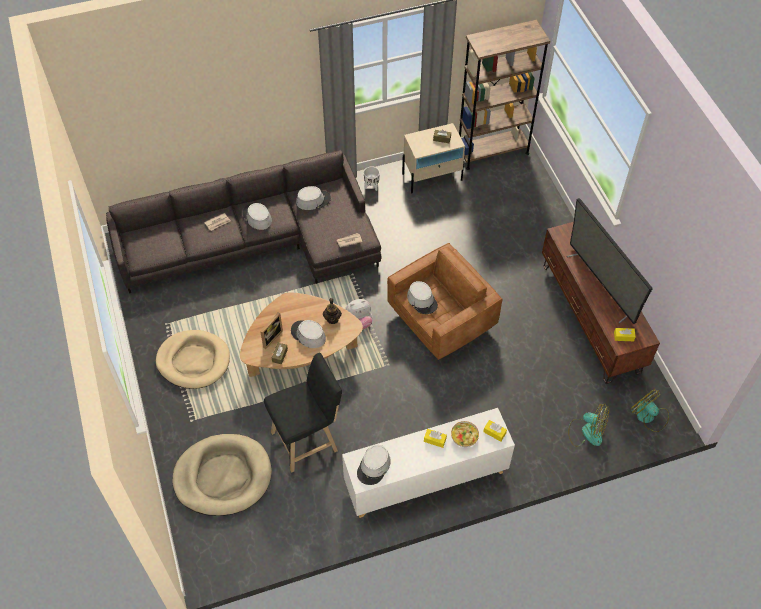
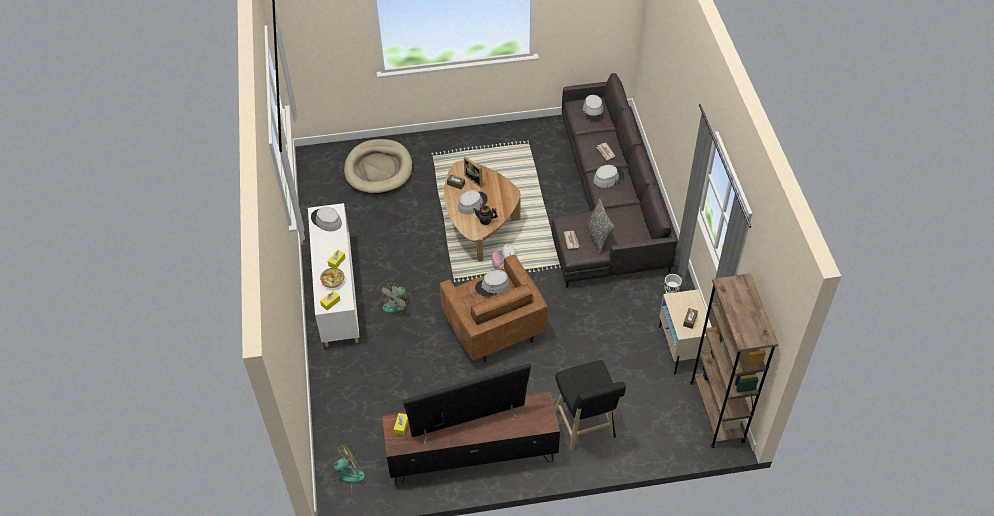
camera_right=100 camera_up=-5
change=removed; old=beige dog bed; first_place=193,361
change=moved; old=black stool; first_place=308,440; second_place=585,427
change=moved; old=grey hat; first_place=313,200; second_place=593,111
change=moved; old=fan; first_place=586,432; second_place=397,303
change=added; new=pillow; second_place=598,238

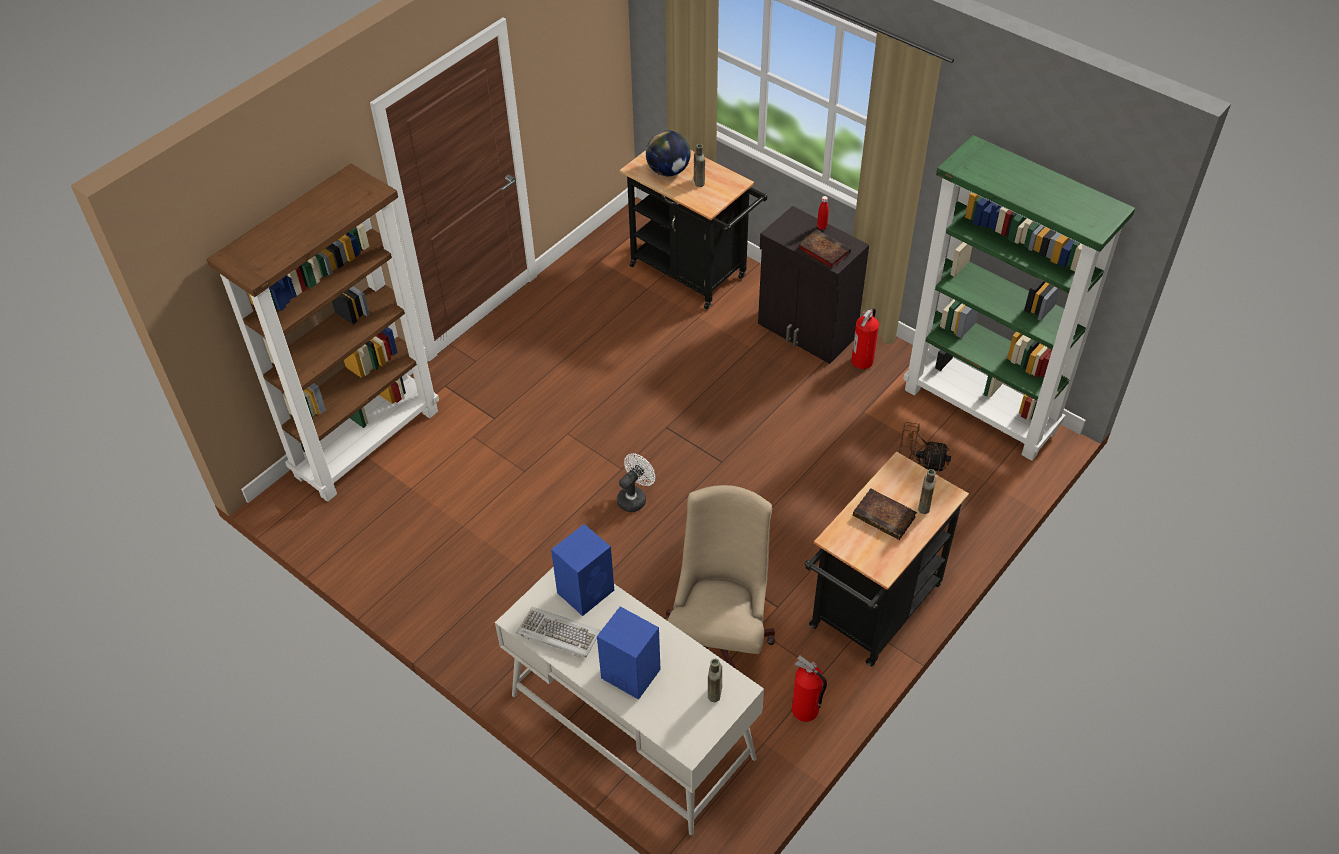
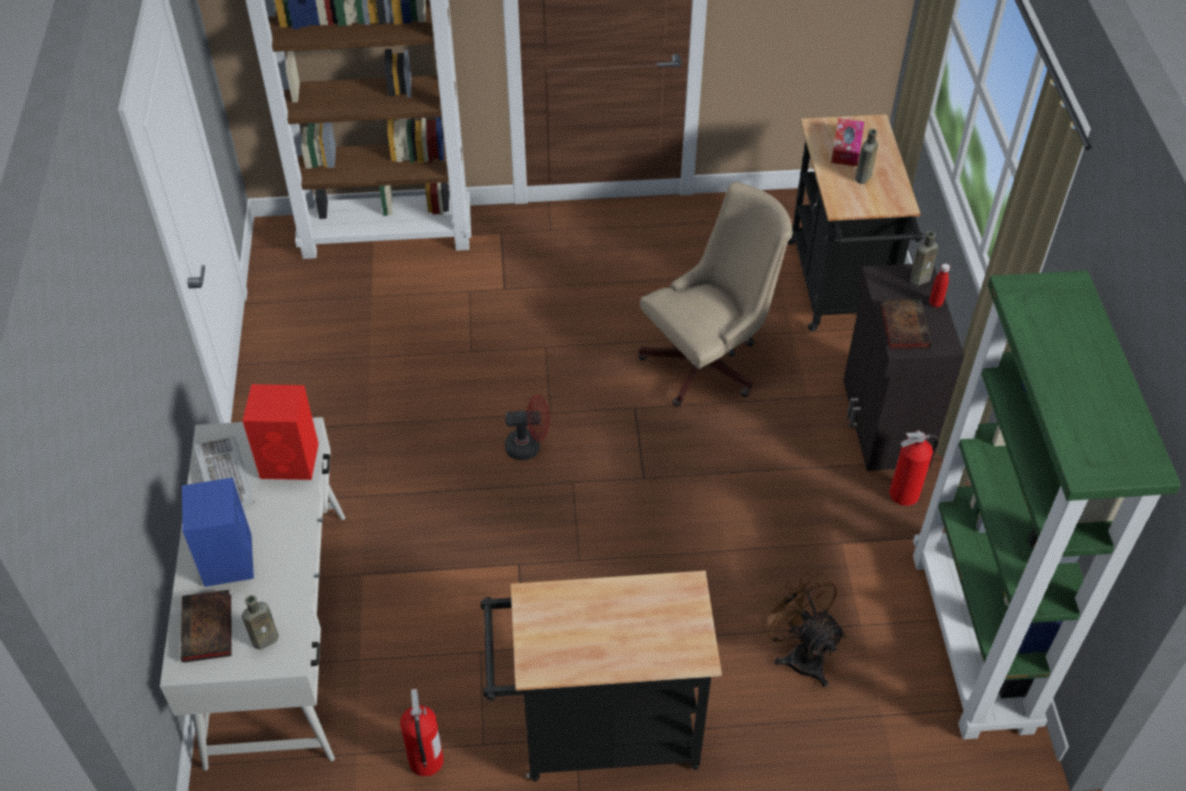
camera_right=45 camera_up=0
change=recoloured; old=blue speaker; new=red speaker; first_place=586,590; second_place=291,461
change=recoloured; old=white fan; new=red fan; first_place=634,497; second_place=529,446
change=replaced; old=globe; new=tissue box; first_place=668,171; second_place=846,148
change=moved; old=beige office chair; first_place=719,637; second_place=708,362
change=moved; old=book; first_place=885,517; second_place=208,630
change=moved; old=brown bottle; first_place=924,505; second_place=921,279

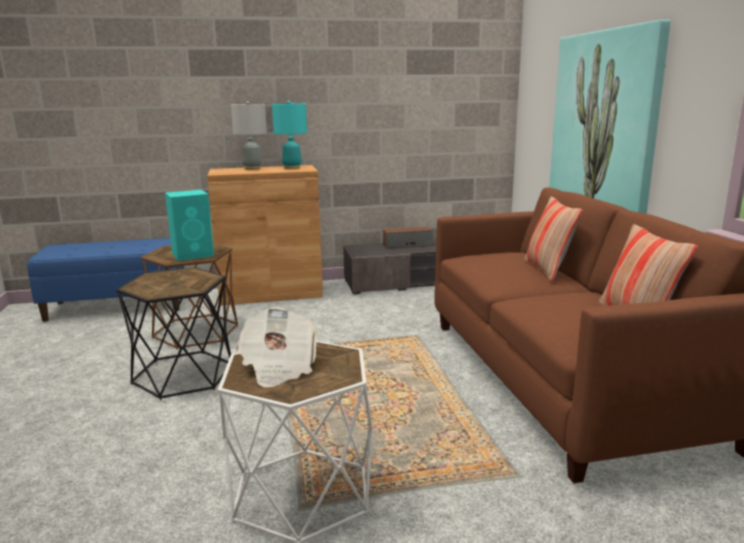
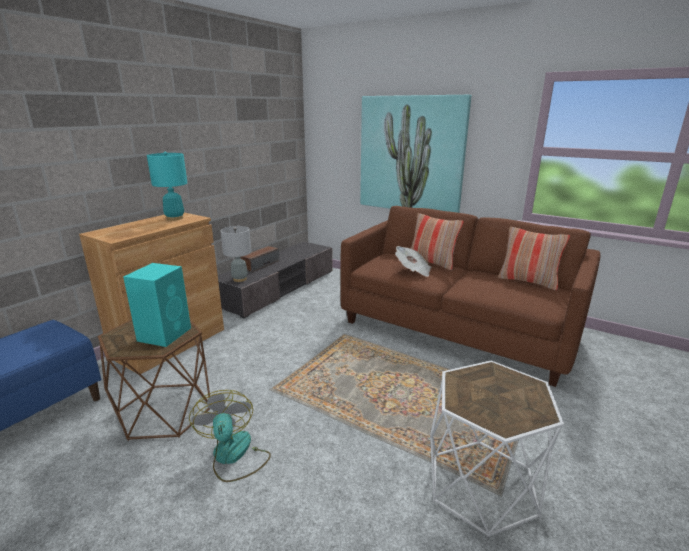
camera_right=-45 camera_up=5
change=replaced; old=black side table; new=fan; first_place=183,374; second_place=234,456
change=moved; old=grey table lamp; first_place=252,169; second_place=239,279
change=moved; old=newspaper; first_place=278,367; second_place=413,271

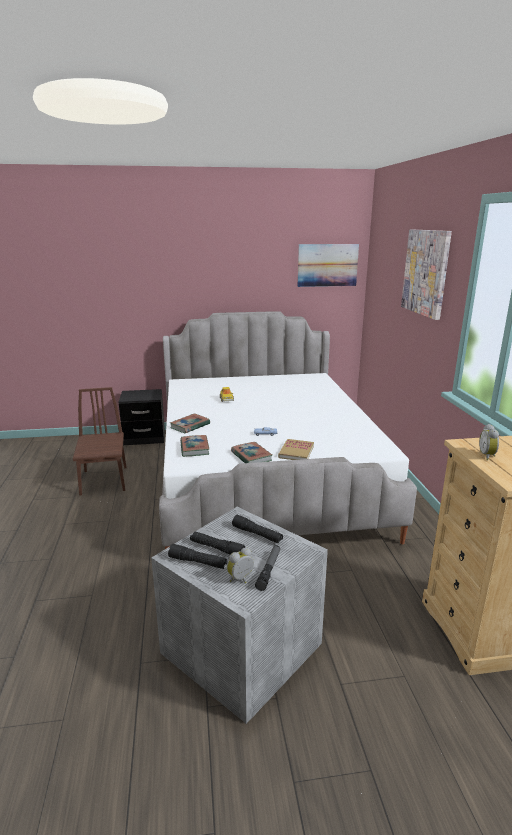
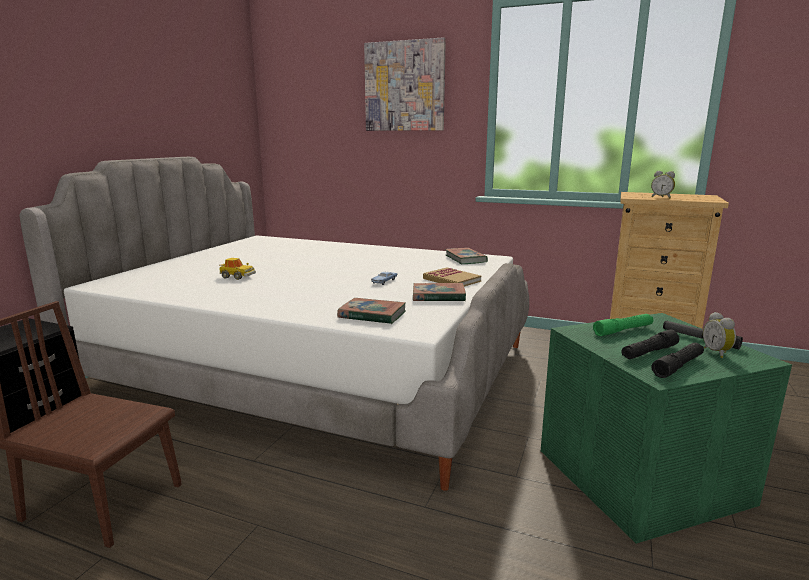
camera_right=-60 camera_up=-5
change=recoloured; old=grey storage box; new=green storage box; first_place=241,650; second_place=645,477
change=moved; old=book; first_place=190,426; second_place=465,259
change=recoloured; old=black flashlight; new=green flashlight; first_place=257,534; second_place=623,330
change=removed; old=picture; first_place=327,265

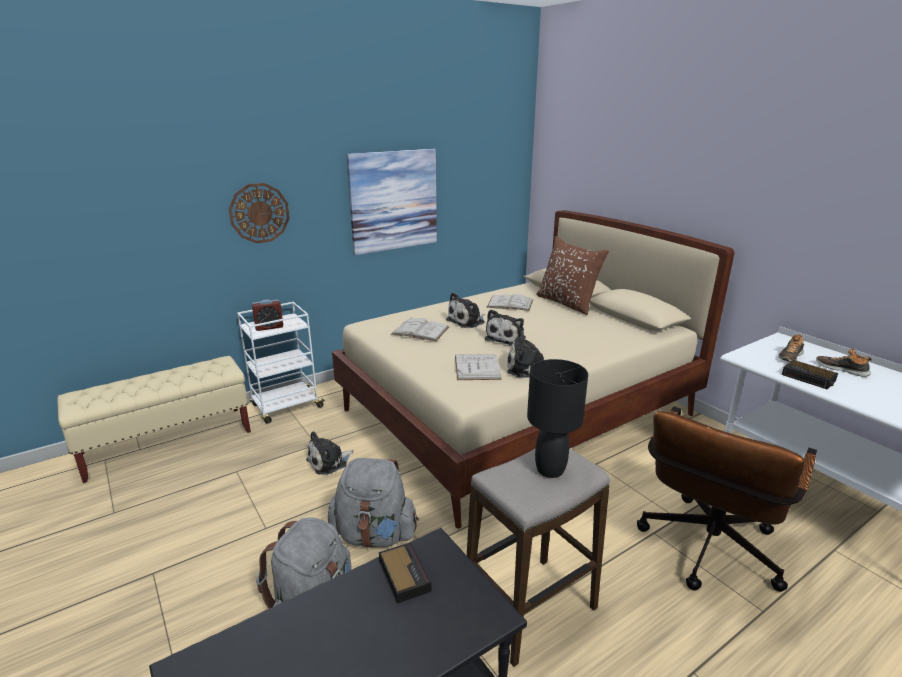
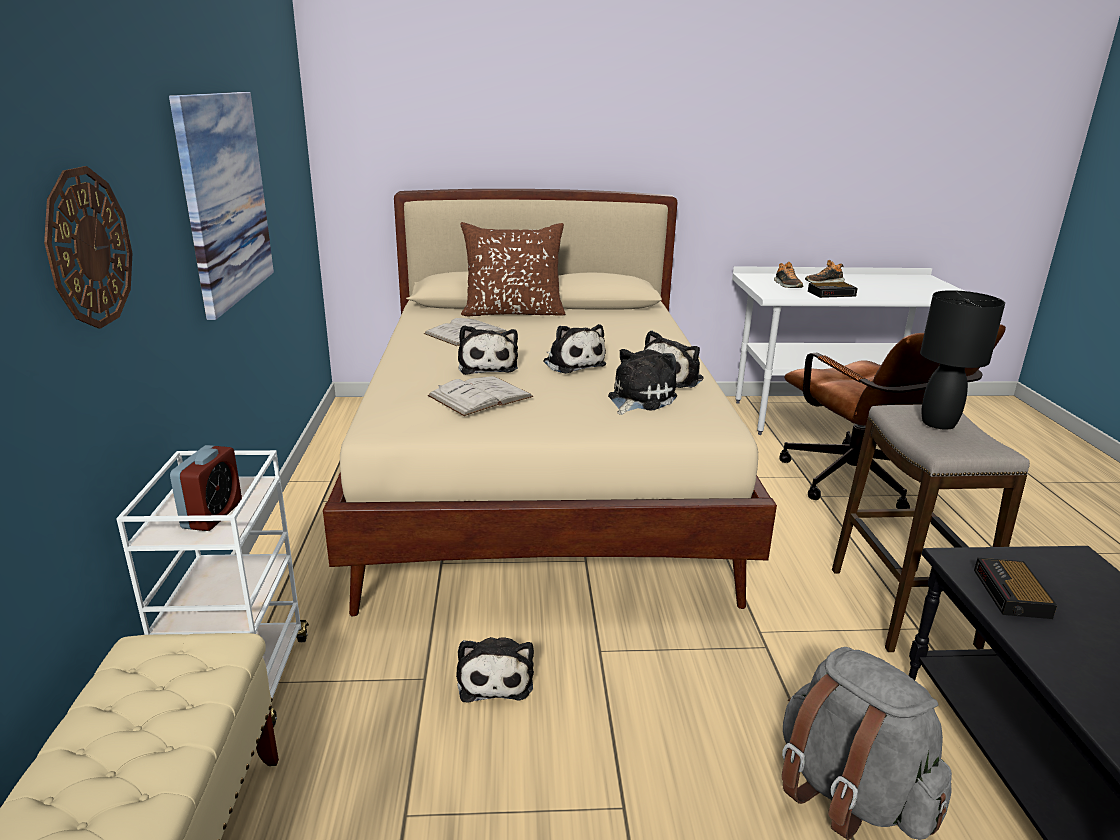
camera_right=-60 camera_up=0
change=removed; old=grey backpack; first_place=374,535
change=turned; old=alarm clock; first_place=404,574; second_place=1012,594; degrees=-90
change=replaced; old=white book; new=plush toy; first_place=477,367; second_place=639,399

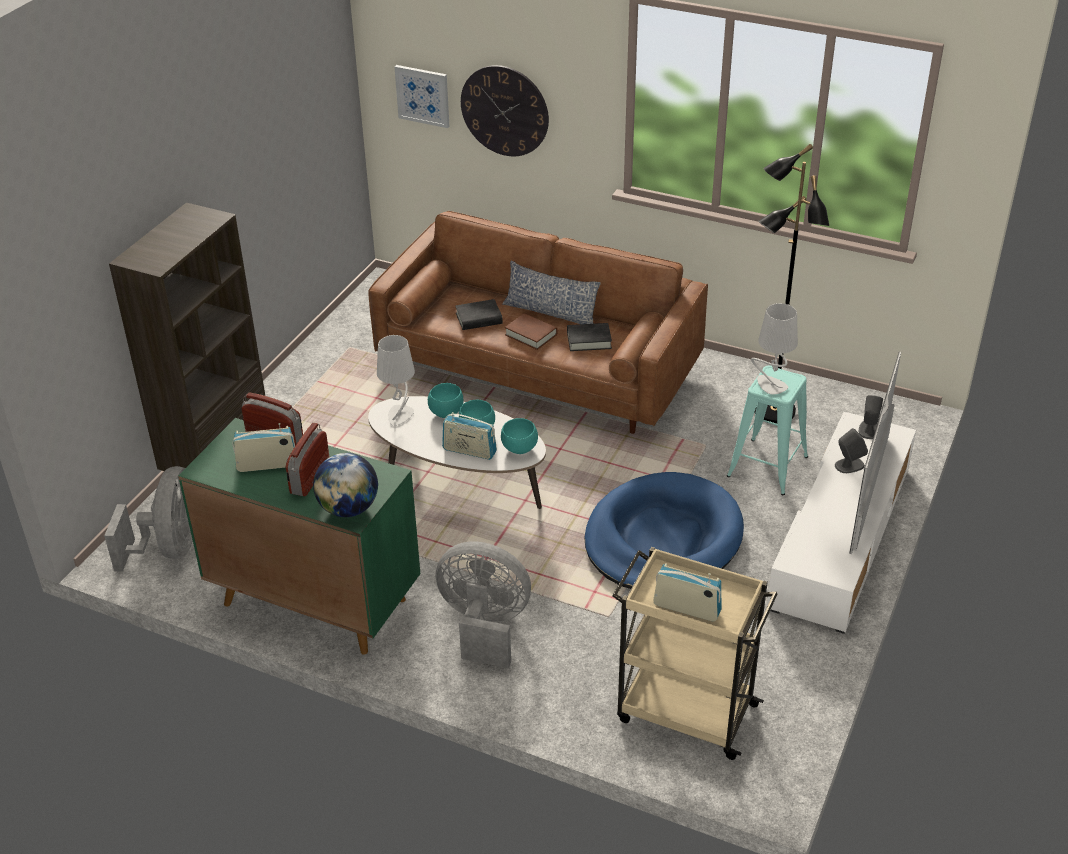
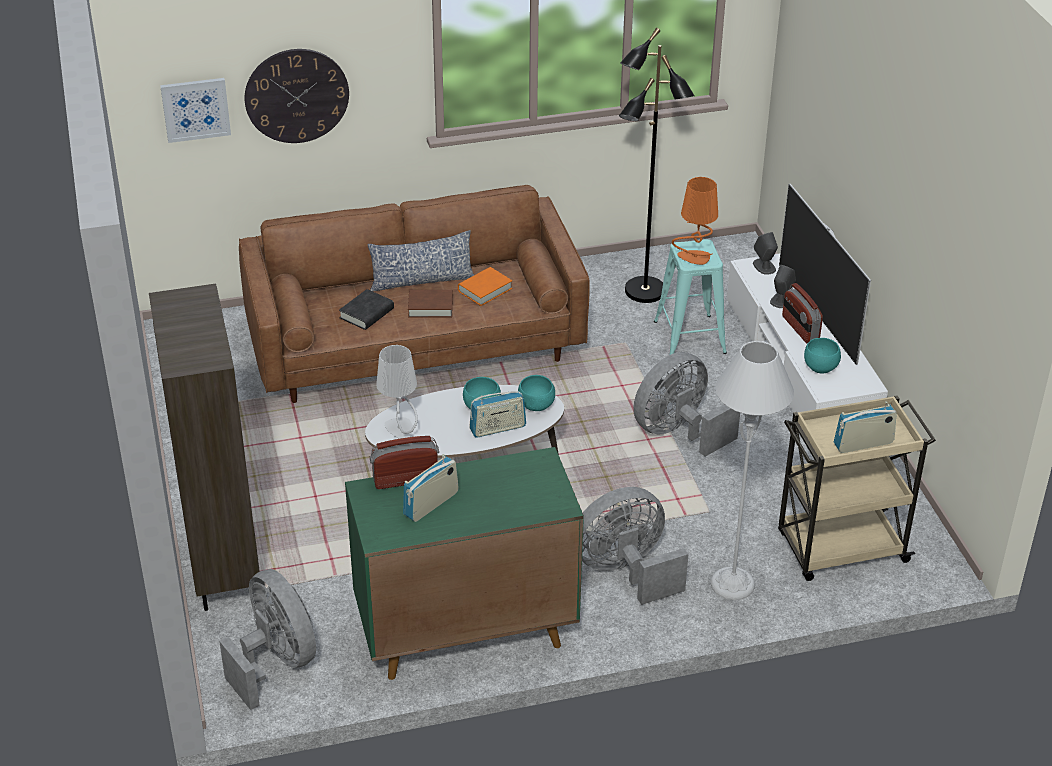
camera_right=-40 camera_up=0
change=moved; old=radio; first_place=309,476; second_place=800,329
change=removed; old=globe; first_place=348,508
change=moved; old=turquoise bowl; first_place=445,412; second_place=819,368
change=recoloured; old=black book; new=orange book; first_place=589,340; second_place=485,290
change=replaced; old=blue dog bed; new=grey fan; first_place=663,539; second_place=678,432
change=recoloured; old=grey table lamp; new=orange table lamp; first_place=770,385; second_place=694,258
change=added; new=grey floor lamp; second_place=732,584

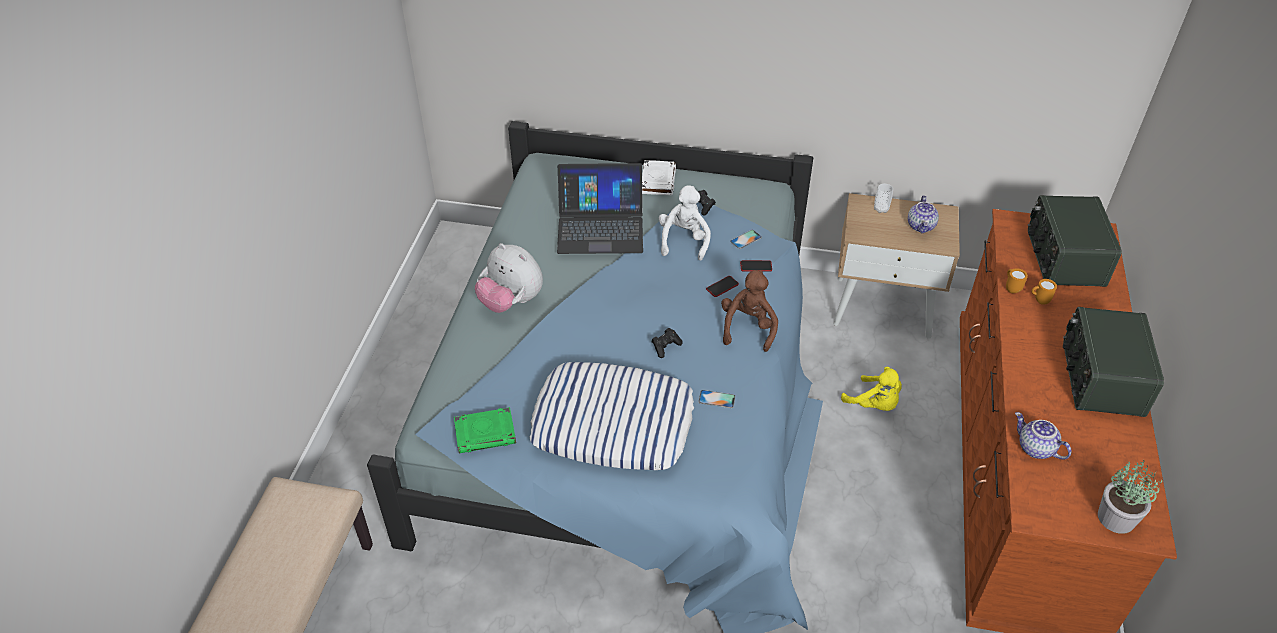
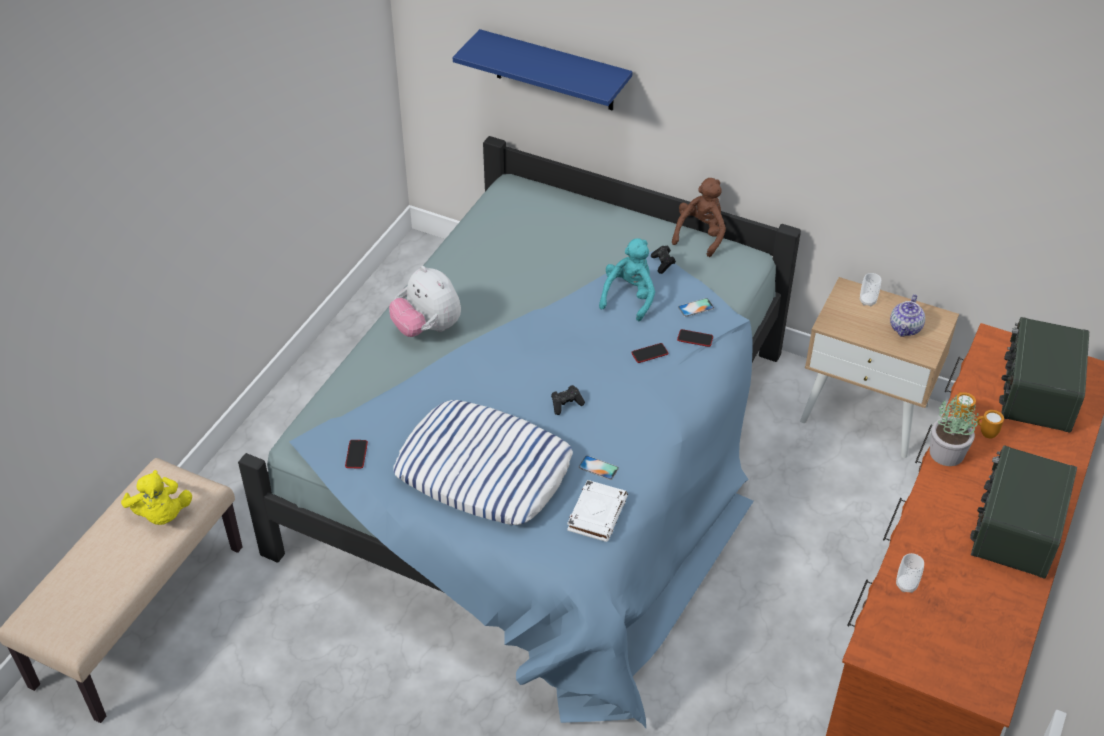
camera_right=15 camera_up=0
change=replaced; old=green book; new=phone; first_place=486,433; second_place=356,454
change=removed; old=laptop; first_place=600,227
change=moved; old=white book; first_place=658,180; second_place=597,513
change=recoloured; old=white plush toy; new=turquoise plush toy; first_place=684,241; second_place=629,297
change=moved; old=brown plush toy; first_place=748,328; second_place=700,235
change=moved; old=yellow plush toy; first_place=874,404; second_place=161,515
change=replaced; old=teapot; new=cup; first_place=1035,448; second_place=906,585
change=moved; old=potted plant; first_place=1117,518; second_place=947,453
change=added; new=blue shelf; second_place=554,71

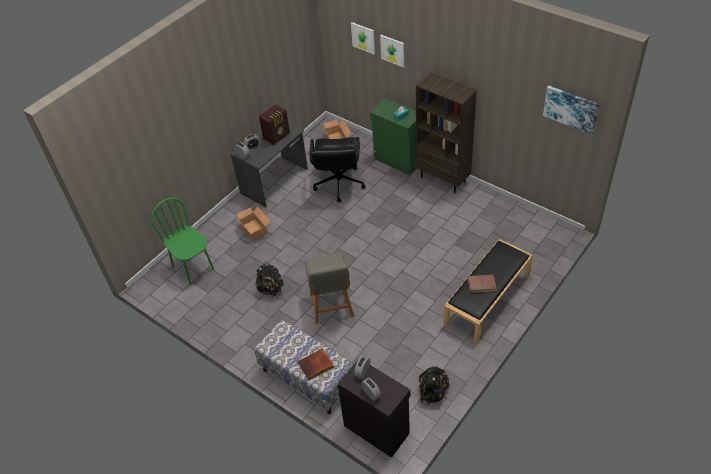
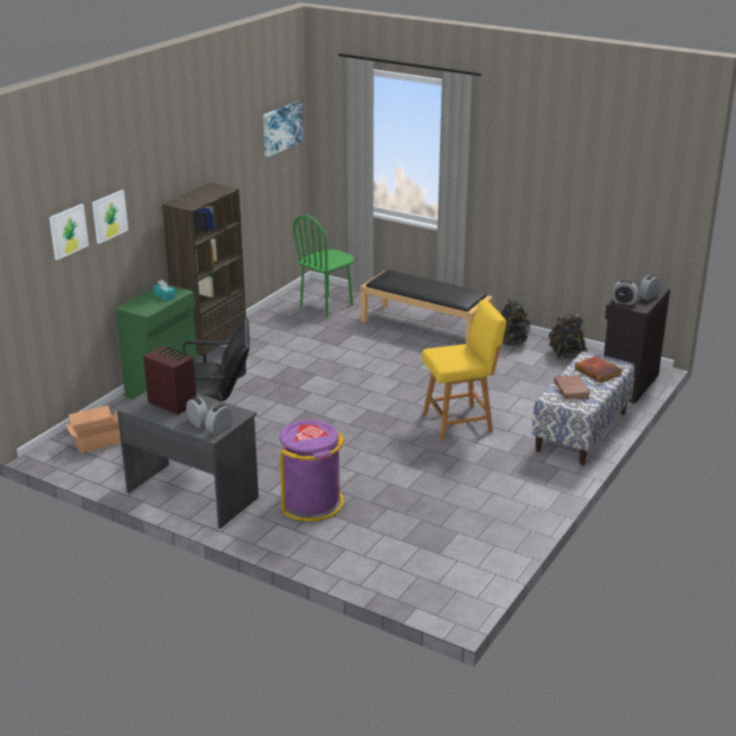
camera_right=-100 camera_up=-20
change=moved; old=green chair; first_place=193,268; second_place=326,306
change=replaced; old=cardboard box; new=purple trash can; first_place=254,229; second_place=312,503
change=moved; old=black backpack; first_place=271,289; second_place=512,342
change=recoloured; old=grey chair; new=yellow chair; first_place=332,307; second_place=460,422
change=moved; old=brown book; first_place=481,284; second_place=571,389

